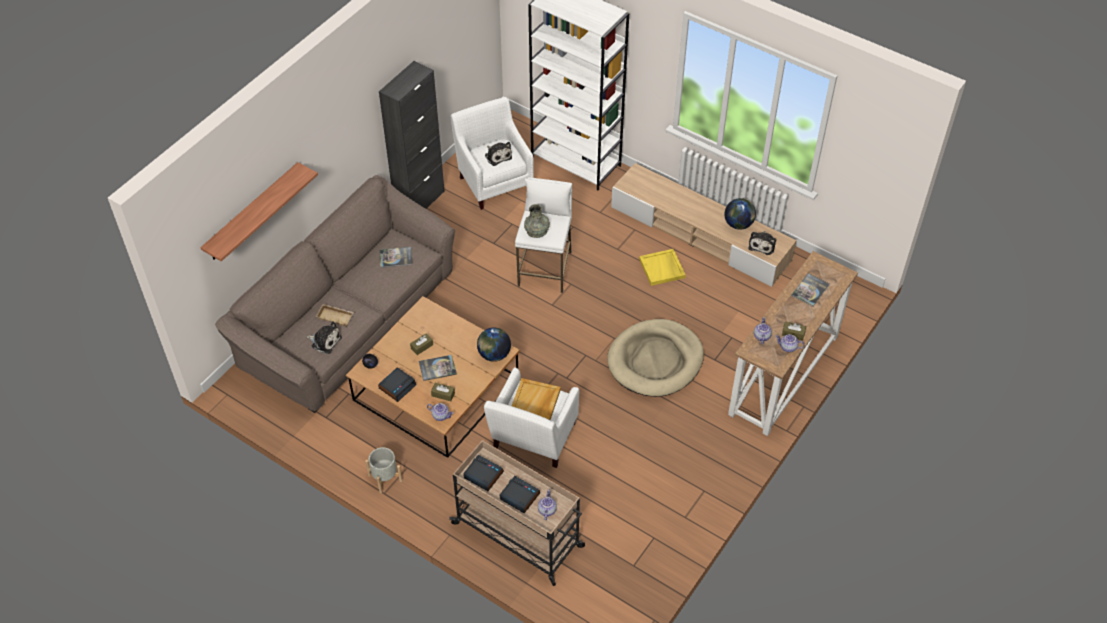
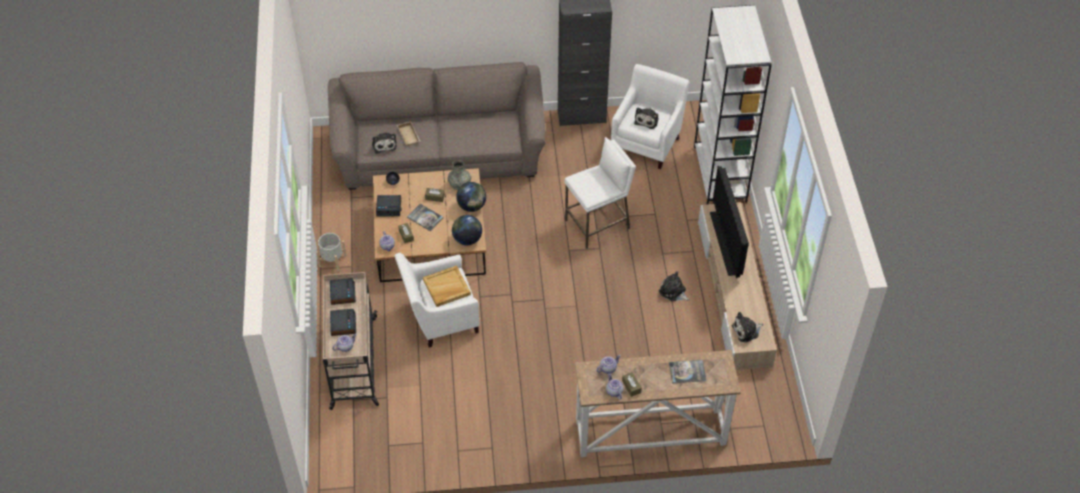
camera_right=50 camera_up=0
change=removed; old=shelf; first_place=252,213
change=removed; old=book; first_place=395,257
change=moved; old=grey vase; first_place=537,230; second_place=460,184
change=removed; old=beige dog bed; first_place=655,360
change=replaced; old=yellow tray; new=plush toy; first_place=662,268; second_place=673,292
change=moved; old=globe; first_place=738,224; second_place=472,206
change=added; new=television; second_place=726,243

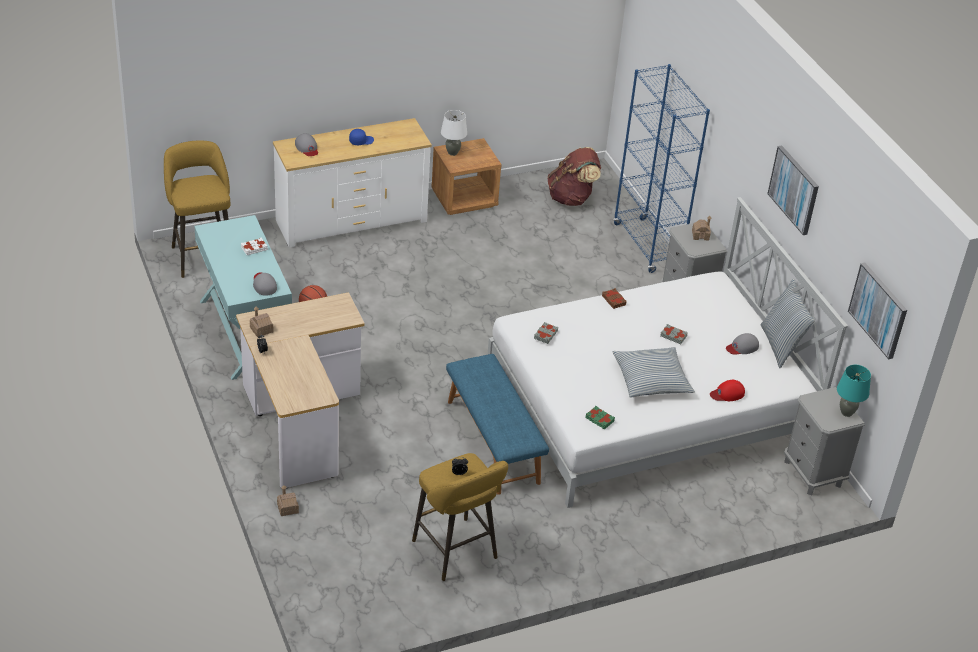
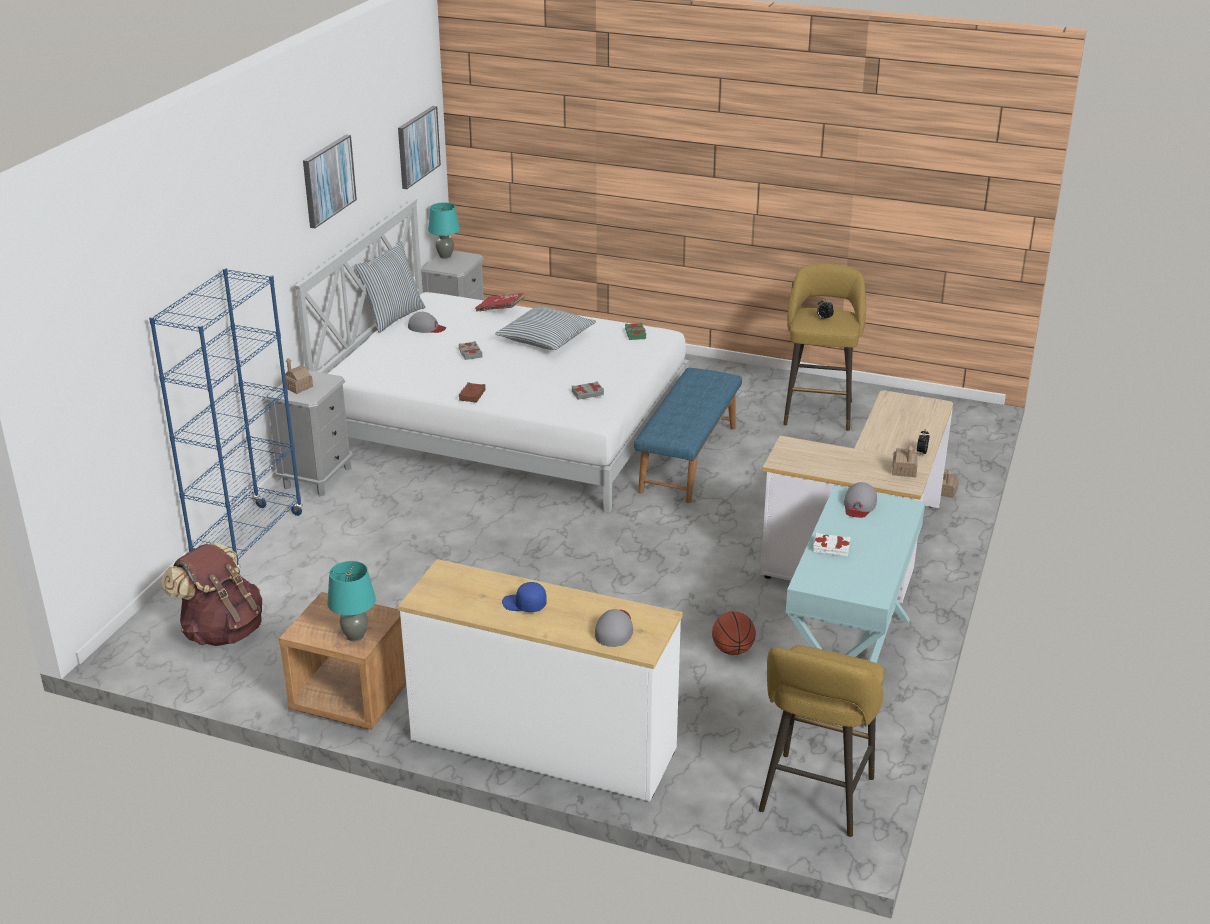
camera_right=-135 camera_up=-10
change=recoloured; old=white table lamp; new=turquoise table lamp; first_place=452,153; second_place=355,636
change=replaced; old=red cap; new=red book; first_place=727,393; second_place=500,309

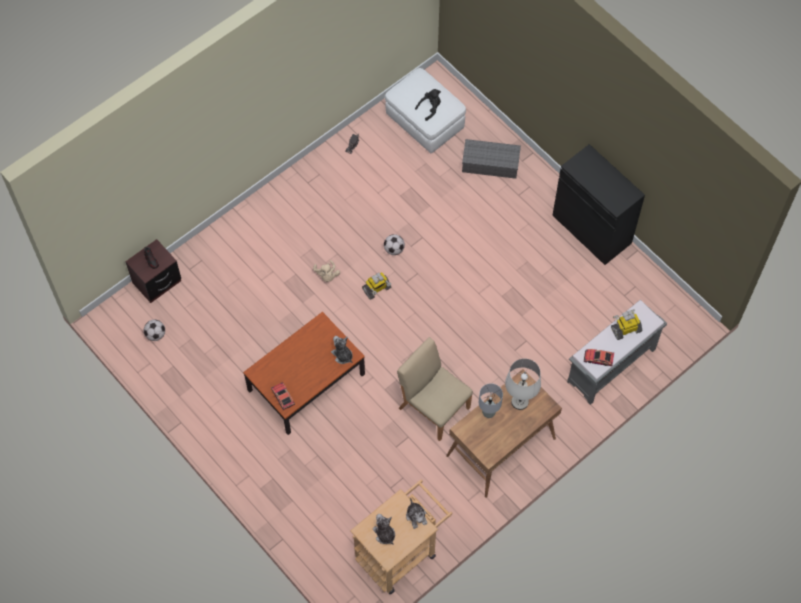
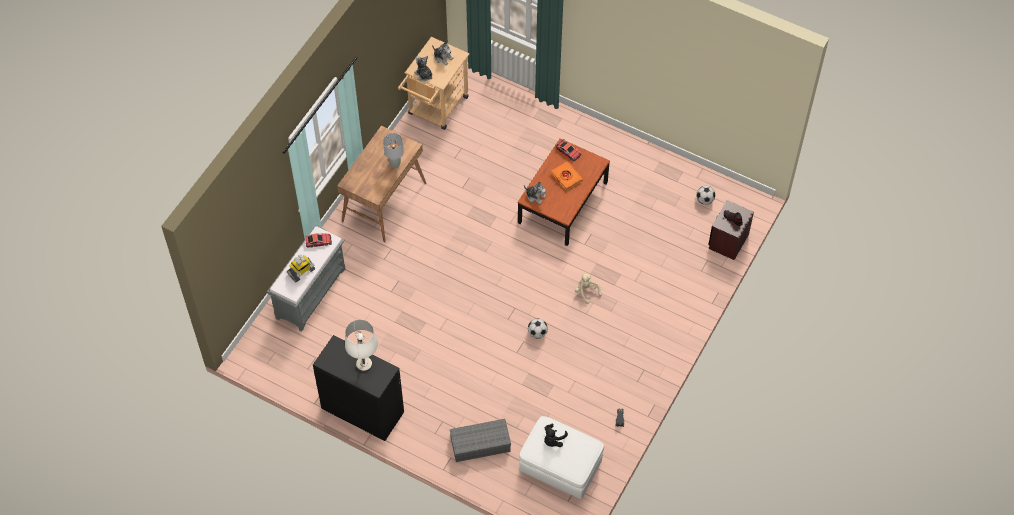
camera_right=160 camera_up=-5
change=removed; old=toy robot; first_place=376,289
change=removed; old=beige chair; first_place=433,407
change=moved; old=white table lamp; first_place=519,402; second_place=364,364
change=added; new=orange book; second_place=566,177

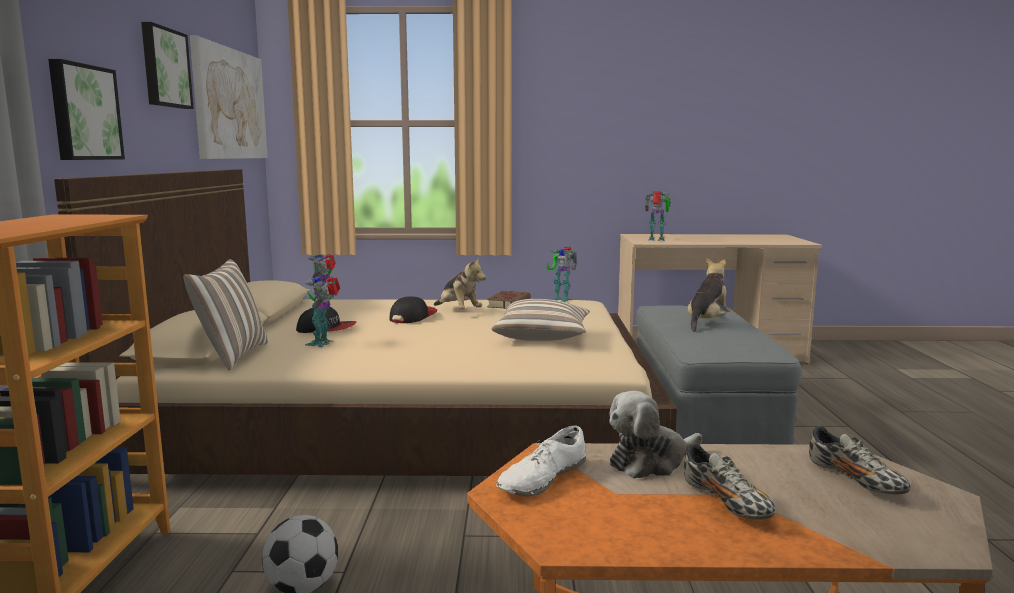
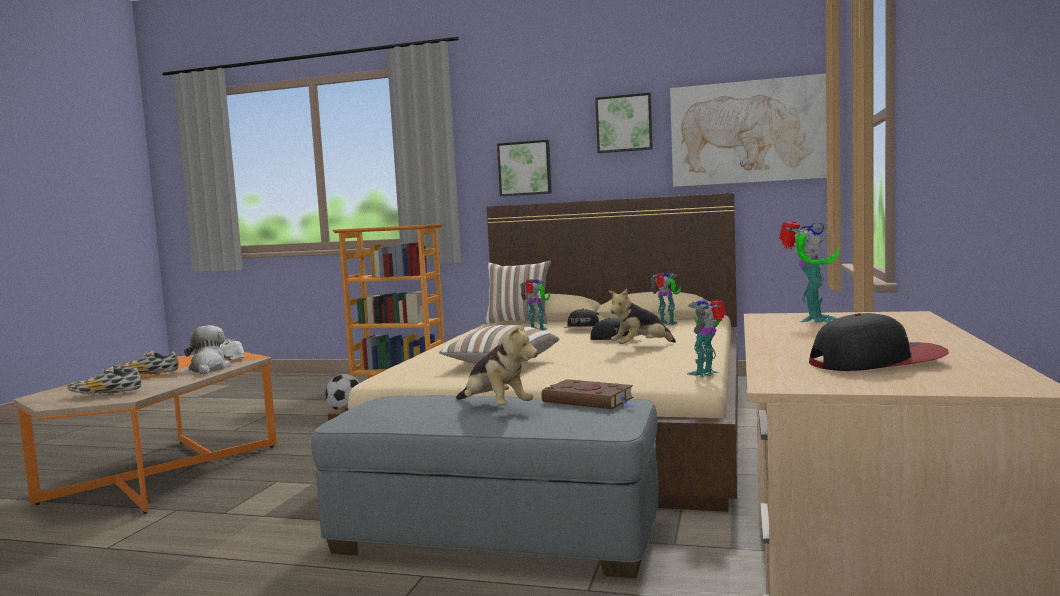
camera_right=105 camera_up=-5
change=moved; old=brown book; first_place=509,303; second_place=590,400
change=added; new=cap; second_place=876,362

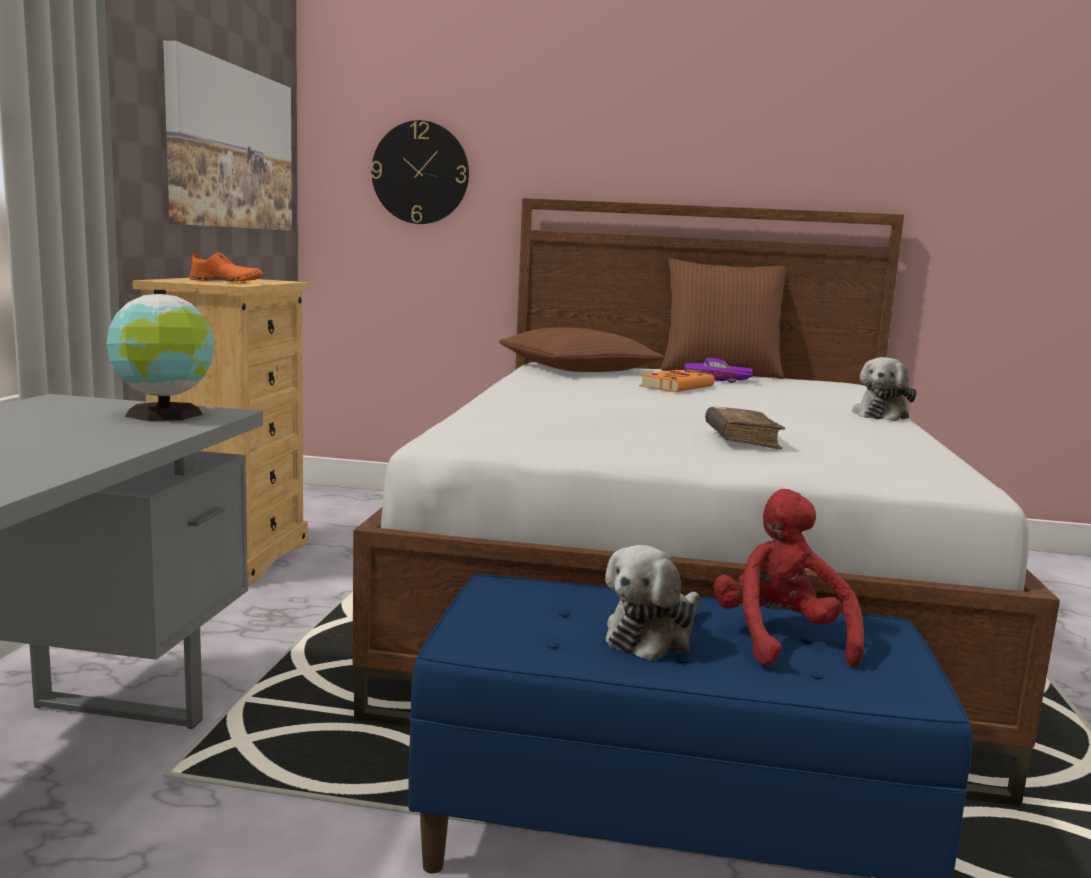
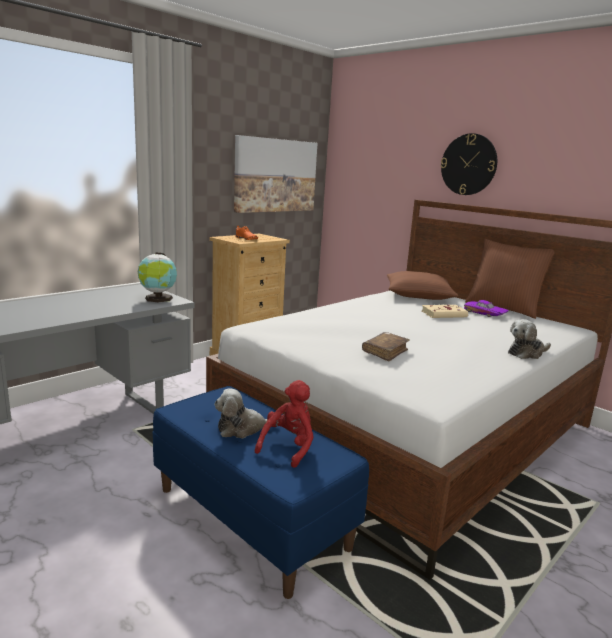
camera_right=35 camera_up=5
change=moved; old=wall clock; first_place=420,173; second_place=468,164
change=recoloured; old=orange book; new=beige book; first_place=677,386; second_place=445,314

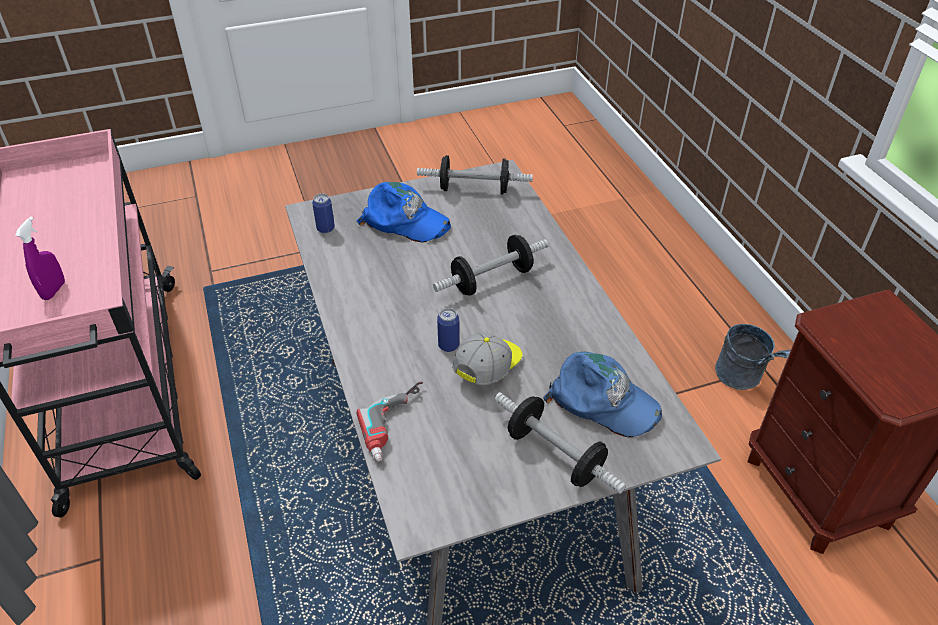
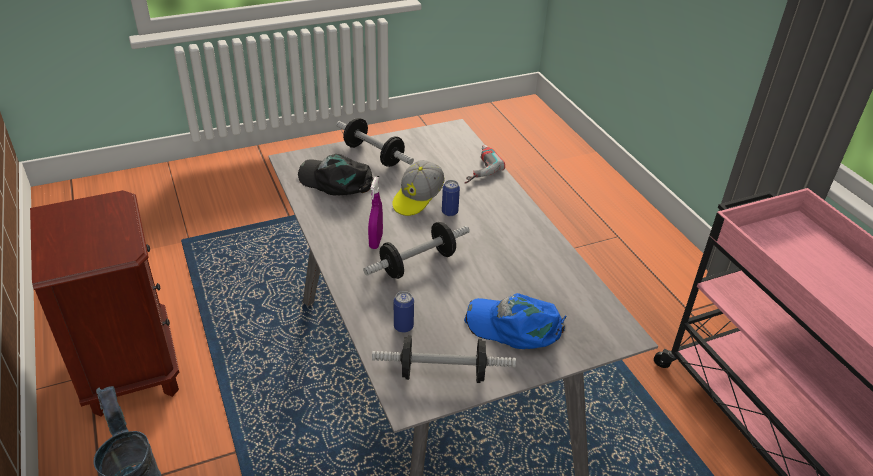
camera_right=175 camera_up=-5
change=moved; old=purple spray bottle; first_place=54,290; second_place=376,241
change=moved; old=can; first_place=325,228; second_place=403,326
change=recoloured; old=blue cap; new=black cap; first_place=602,401; second_place=336,181

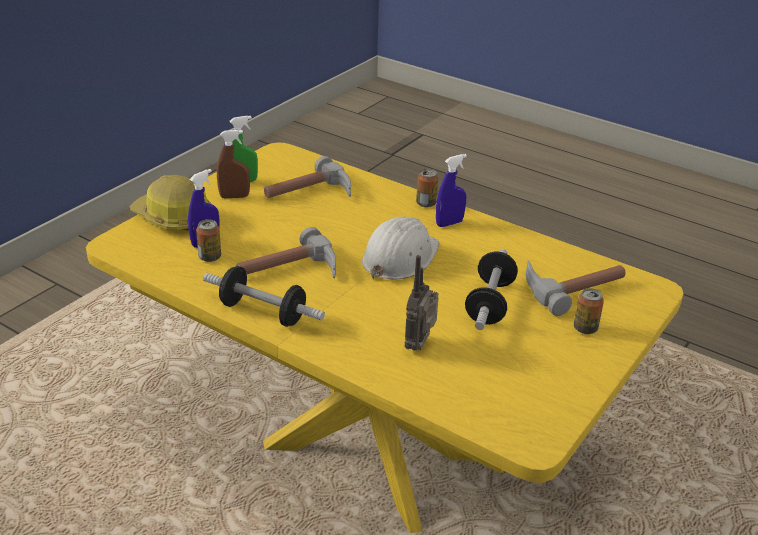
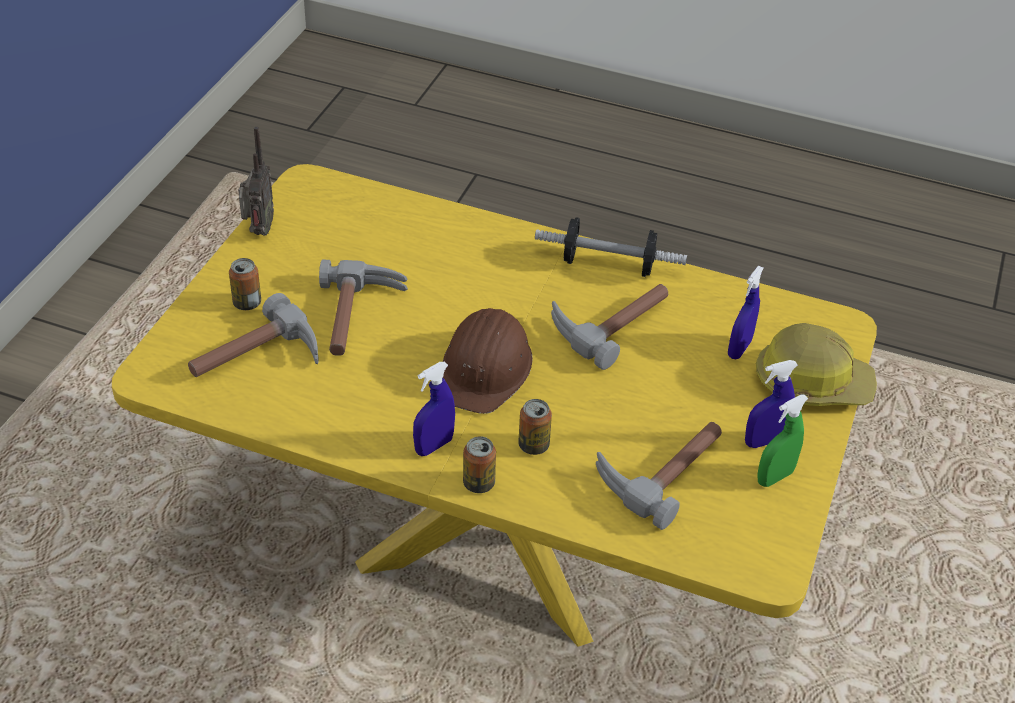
camera_right=165 camera_up=10
change=moved; old=can; first_place=210,257; second_place=533,445
change=recoloured; old=brown spray bottle; new=blue spray bottle; first_place=234,196; second_place=764,441
change=recoloured; old=white hard hat; new=brown hard hat; first_place=399,257; second_place=485,369
change=moved; old=radio; first_place=420,345; second_place=258,231
change=replaced; old=dumbbell; new=hammer; first_place=490,303; second_place=360,318

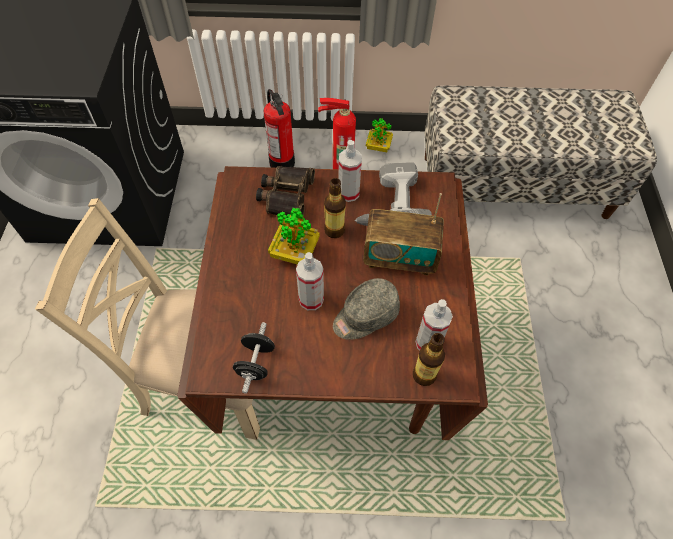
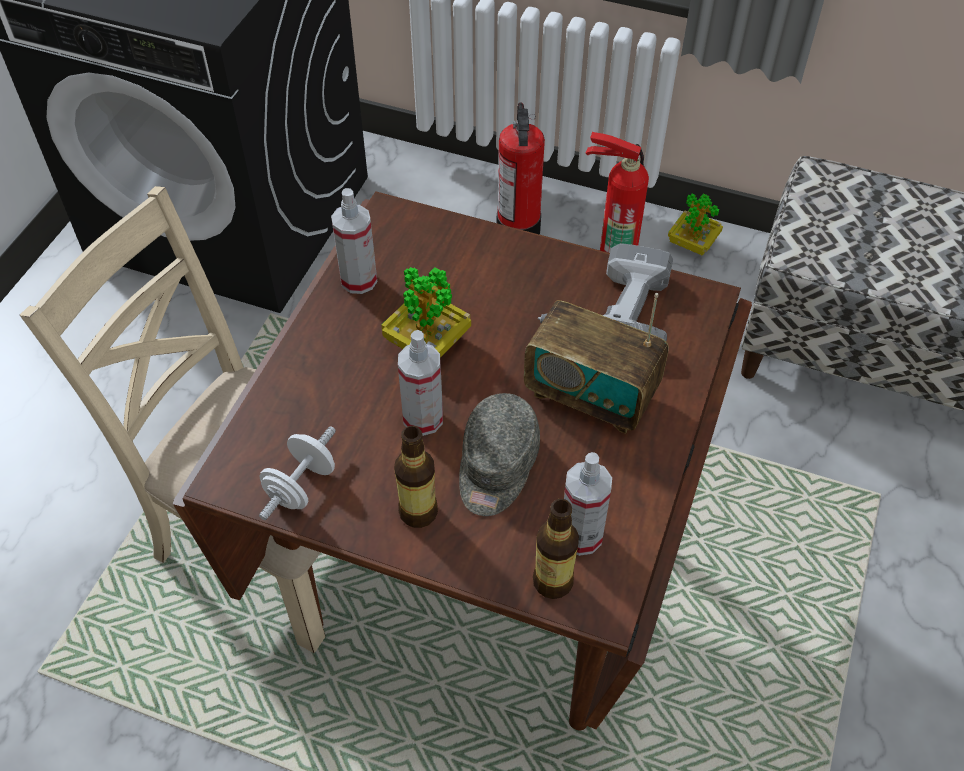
camera_right=20 camera_up=-5
change=recoloured; old=black dumbbell; new=white dumbbell; first_place=256,363; second_place=301,486
change=removed; old=binoculars; first_place=286,195
change=moved; old=bottle; first_place=334,230; second_place=418,512
change=turned; old=grey cap; first_place=365,316; second_place=496,467; degrees=-60
change=moved; old=spray bottle; first_place=348,193; second_place=359,280

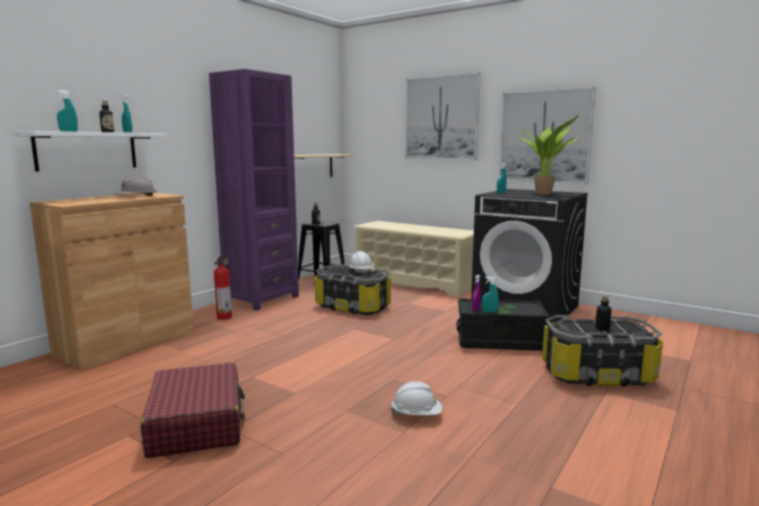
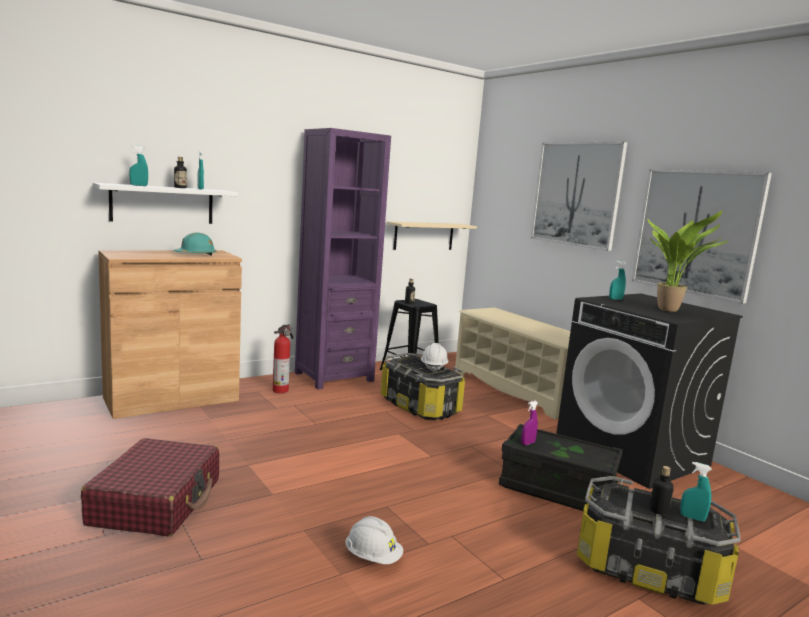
camera_right=20 camera_up=0
change=recoloured; old=grey hard hat; new=turquoise hard hat; first_place=137,197; second_place=196,255
change=moved; old=turquoise spray bottle; first_place=489,311; second_place=692,518

